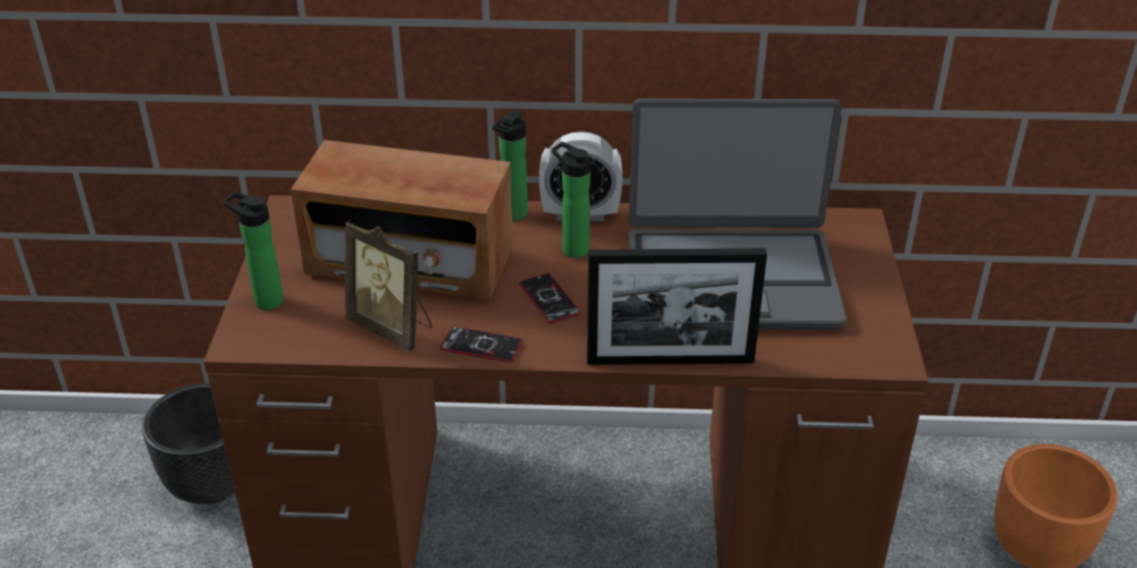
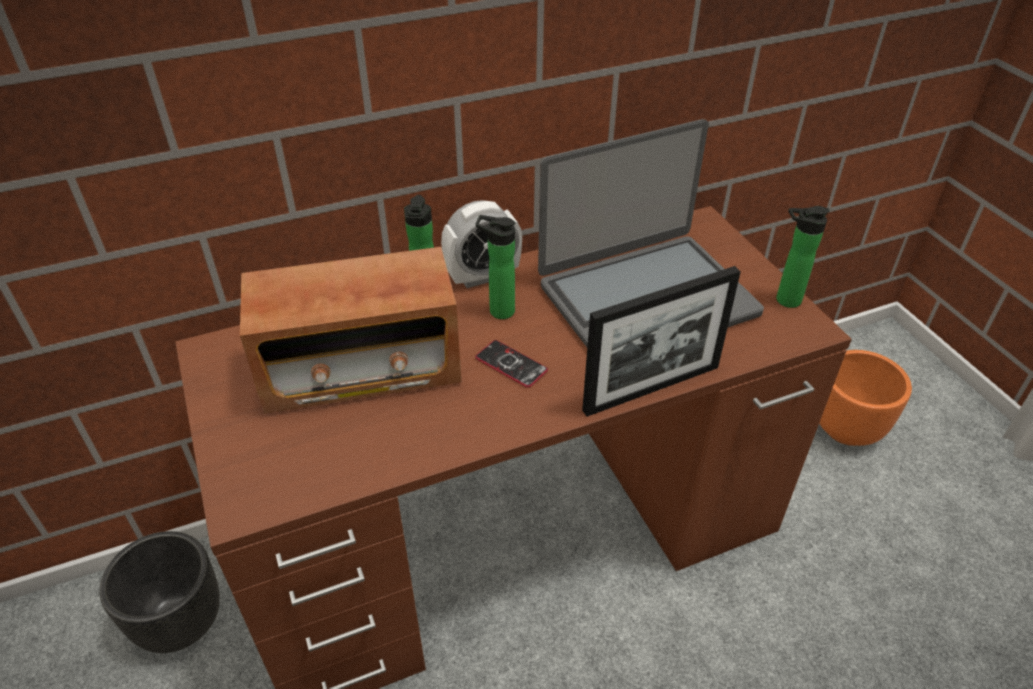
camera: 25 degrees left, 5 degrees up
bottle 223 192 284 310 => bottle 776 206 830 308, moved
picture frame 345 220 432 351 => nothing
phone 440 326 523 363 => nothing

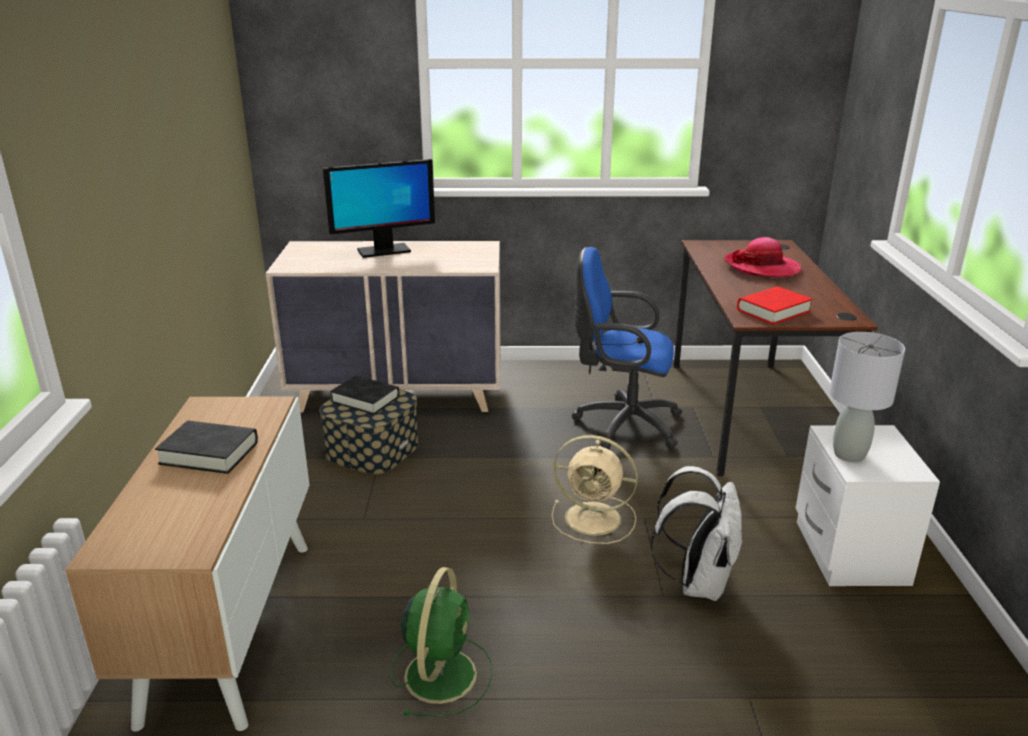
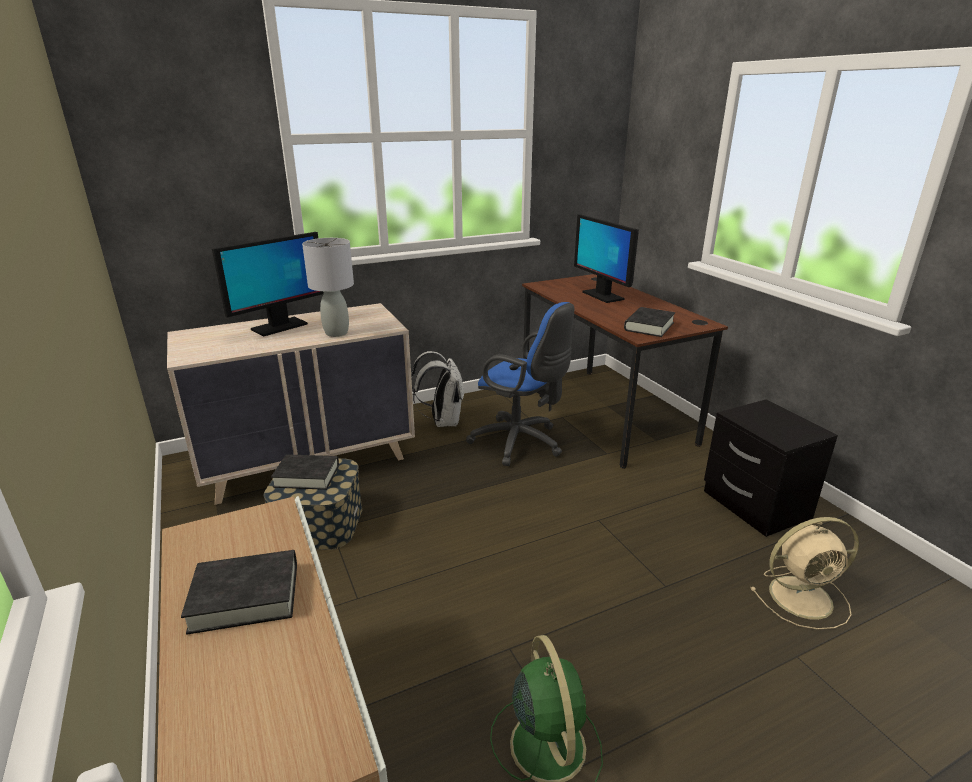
camera: 25 degrees left, 0 degrees up
grey table lamp 830 332 905 462 => grey table lamp 302 238 354 337, moved
white backpack 651 466 743 601 => white backpack 411 351 464 427, moved
blue office chair 572 247 682 449 => blue office chair 466 302 574 466, 135 degrees counterclockwise
hat 723 237 801 277 => monitor 574 214 639 303
red book 737 286 813 325 => black book 624 307 675 337
white nightstand 796 425 940 586 => black nightstand 704 399 838 537
beige fan 552 435 638 544 => beige fan 750 517 859 630, moved

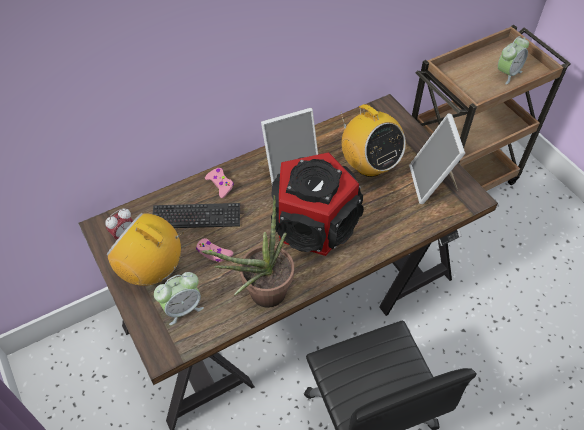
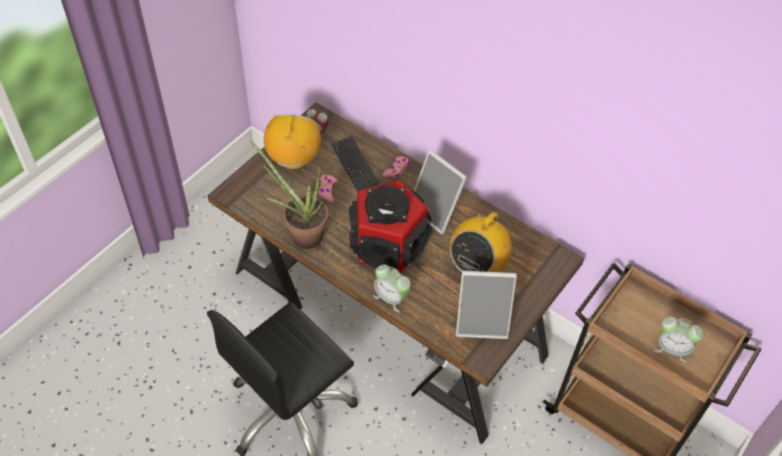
camera: 65 degrees right, 0 degrees up
alarm clock 154 272 204 325 => alarm clock 373 264 411 313, moved
picture frame 409 114 466 204 => picture frame 456 271 517 339, 150 degrees counterclockwise

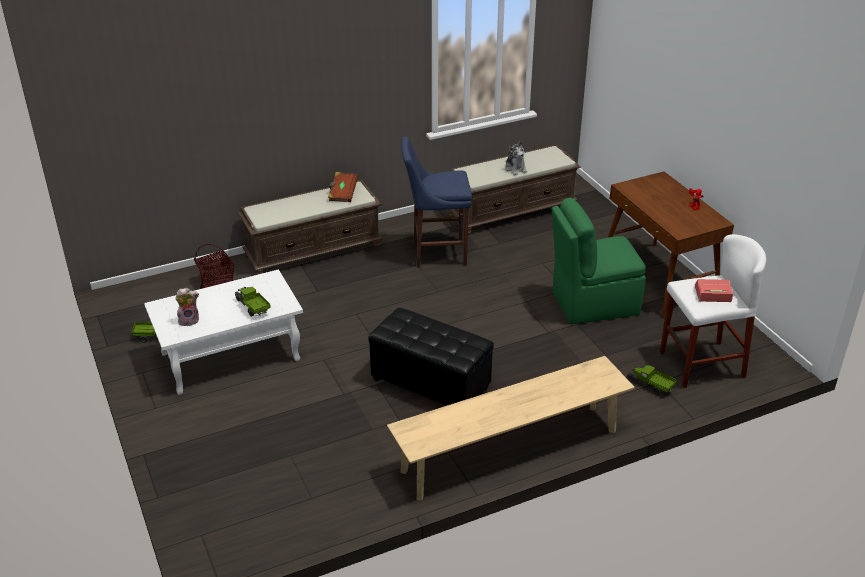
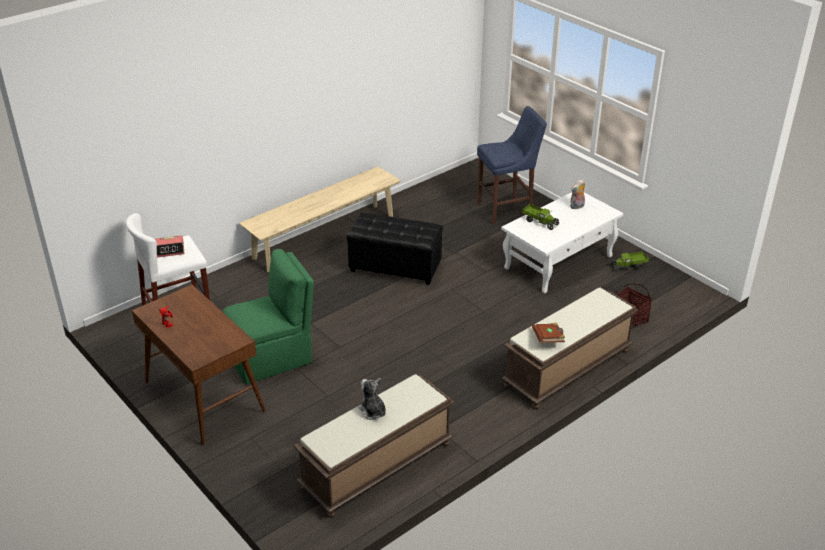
camera: 165 degrees right, 0 degrees up
blue stool 401 137 472 268 => blue stool 477 106 547 225, moved
toy truck 627 365 677 395 => nothing

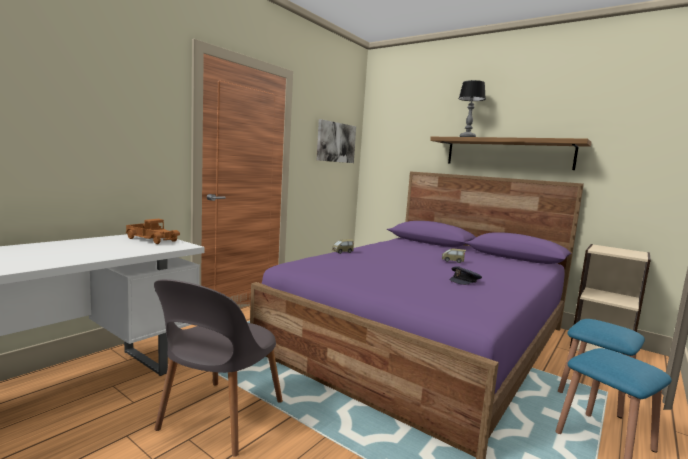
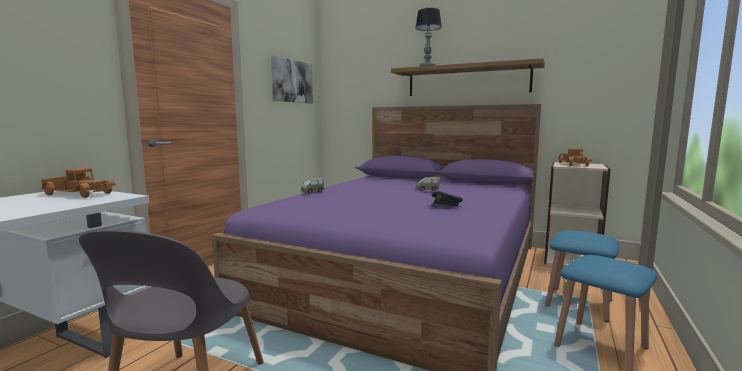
camera: 10 degrees left, 0 degrees up
nothing => toy truck 558 148 592 167

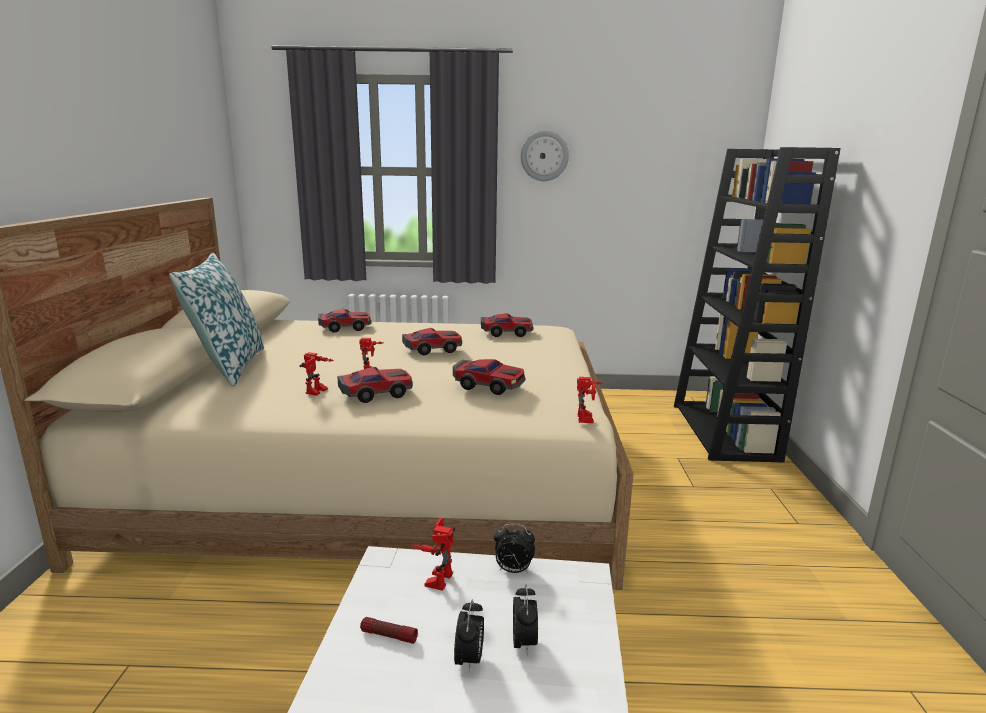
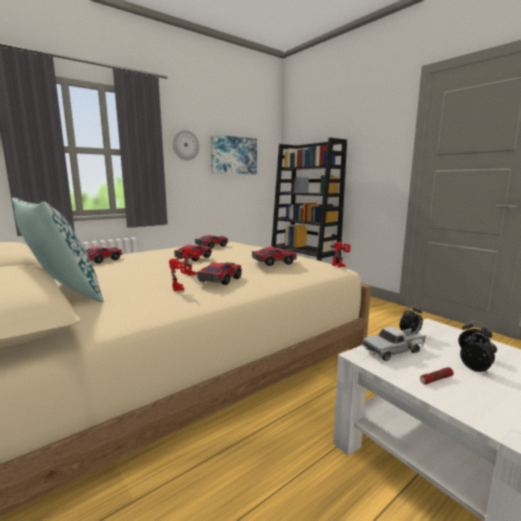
camera: 40 degrees left, 5 degrees down
nothing => picture 210 134 257 174
toy robot 410 517 455 591 => toy truck 363 327 425 361

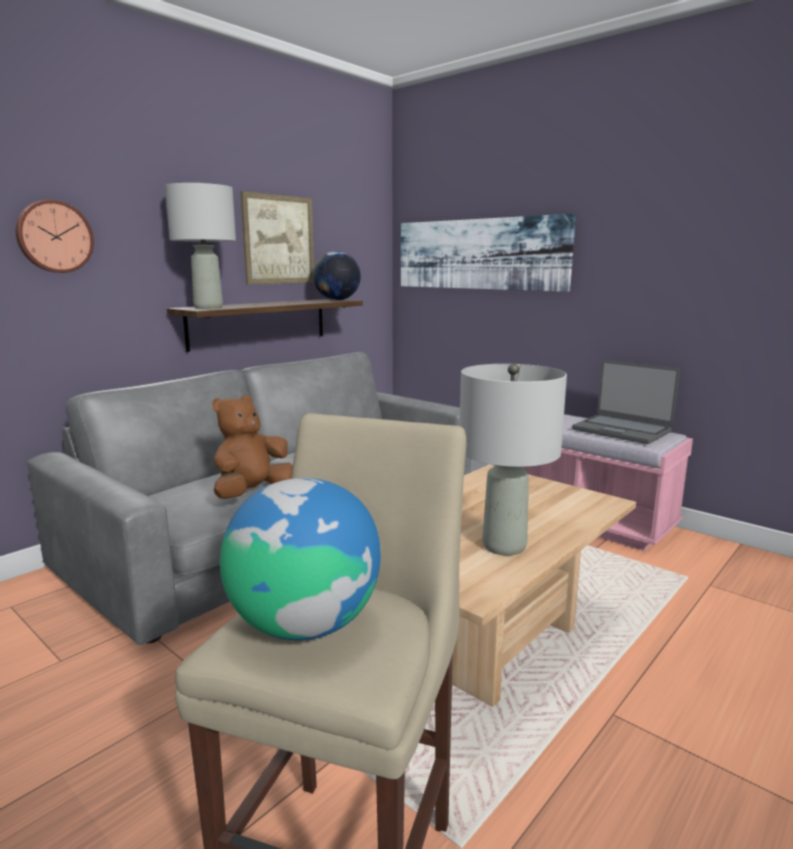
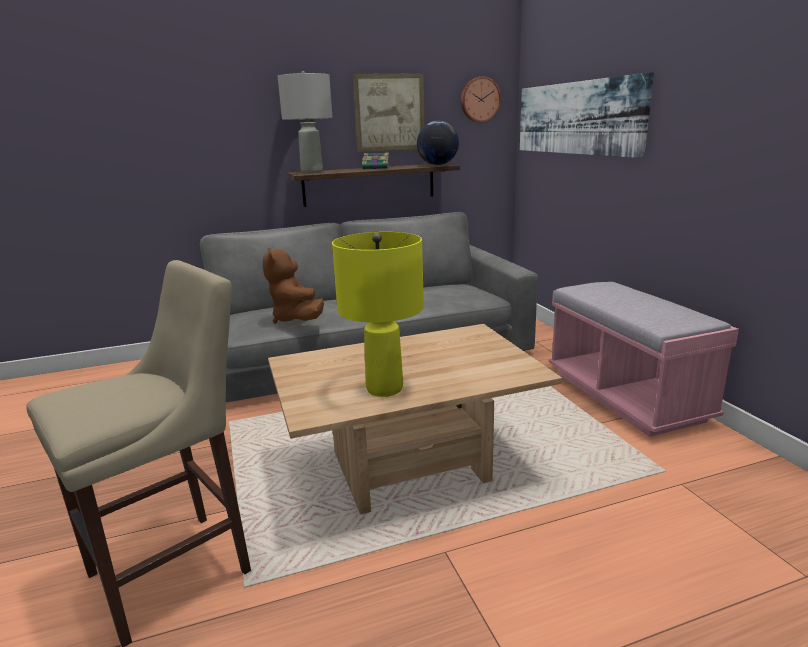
camera: 30 degrees right, 5 degrees up
brown plush toy 212 395 293 499 => brown plush toy 263 248 324 324, 90 degrees counterclockwise
grey table lamp 460 364 567 556 => yellow table lamp 332 232 424 397
nothing => book 362 153 393 169
wall clock 15 200 94 273 => wall clock 461 76 501 122, moved
globe 220 478 381 640 => nothing
laptop 572 360 680 444 => nothing

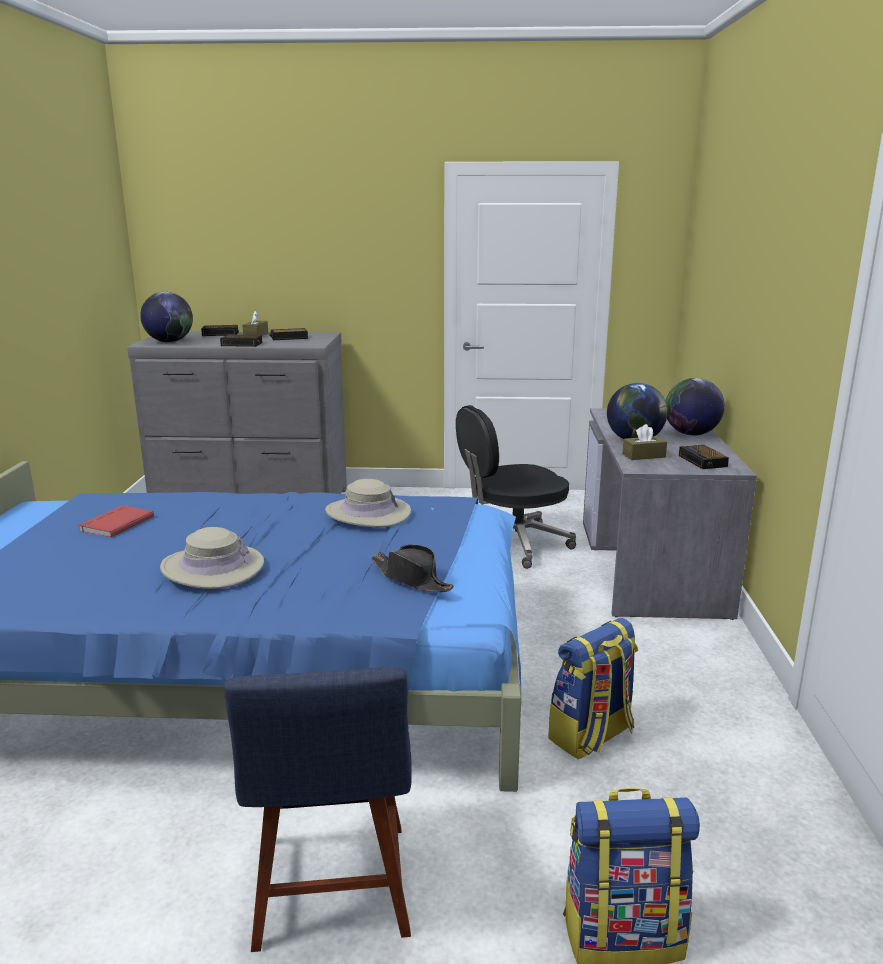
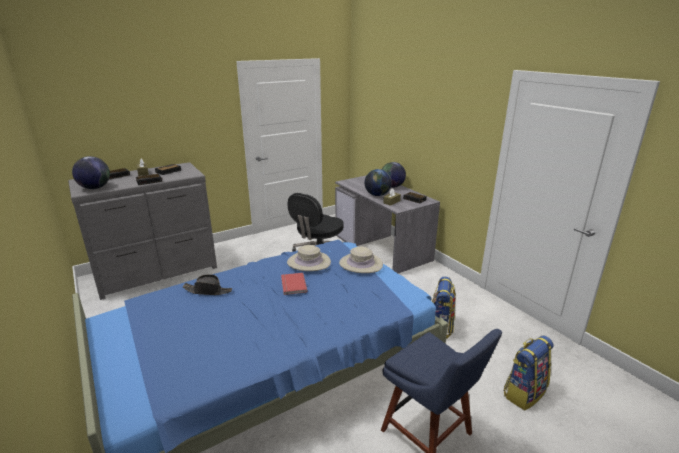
camera: 35 degrees left, 5 degrees up
black hat 371 544 454 592 => black hat 183 274 232 295, moved
red book 78 505 154 538 => red book 281 273 308 295, moved
beige hat 160 527 264 589 => beige hat 339 246 383 273, moved

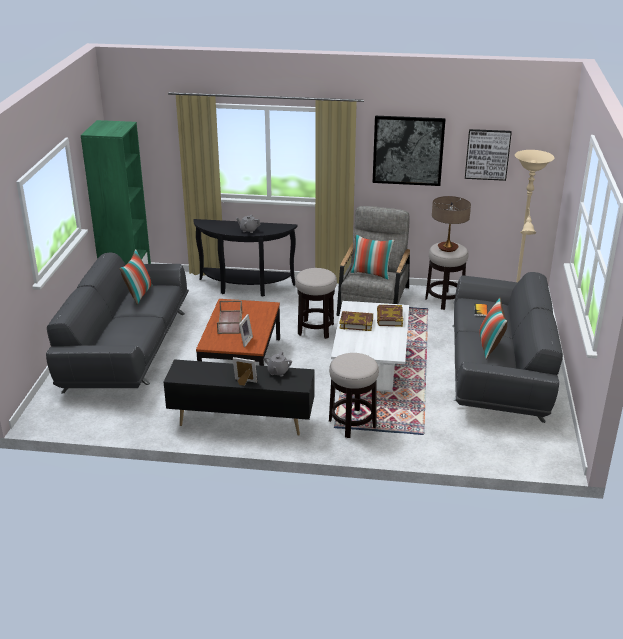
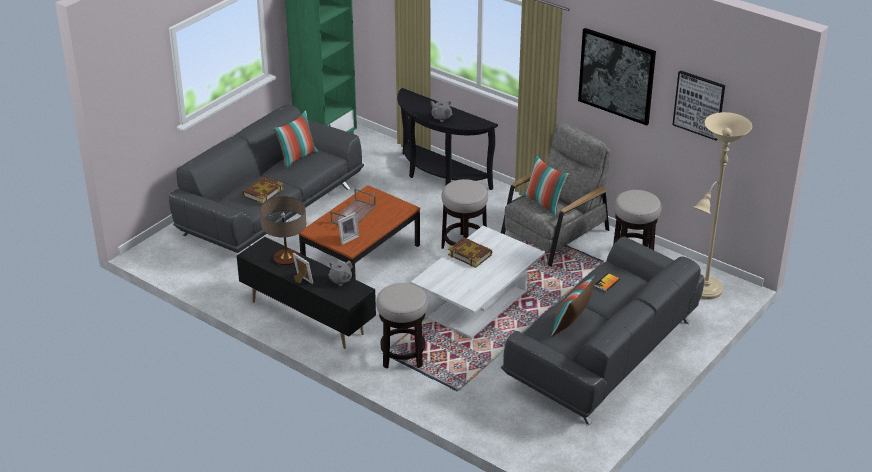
camera: 30 degrees right, 5 degrees up
book 377 305 403 327 => book 242 176 284 204, moved
table lamp 432 196 471 252 => table lamp 260 196 306 265, moved

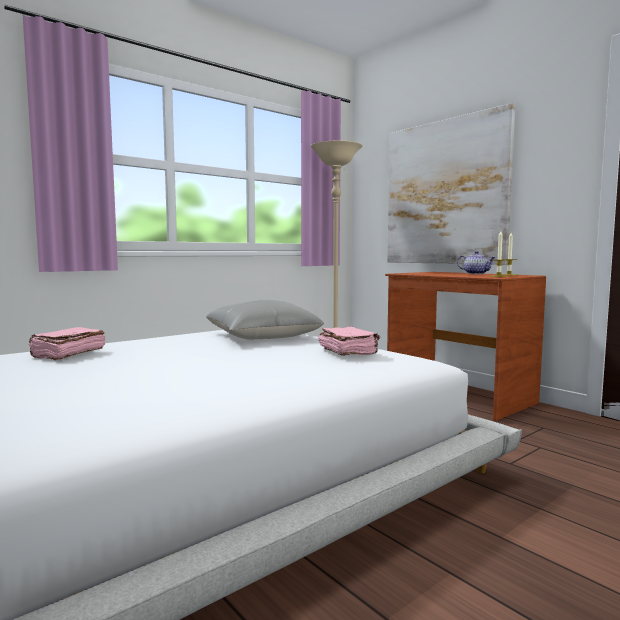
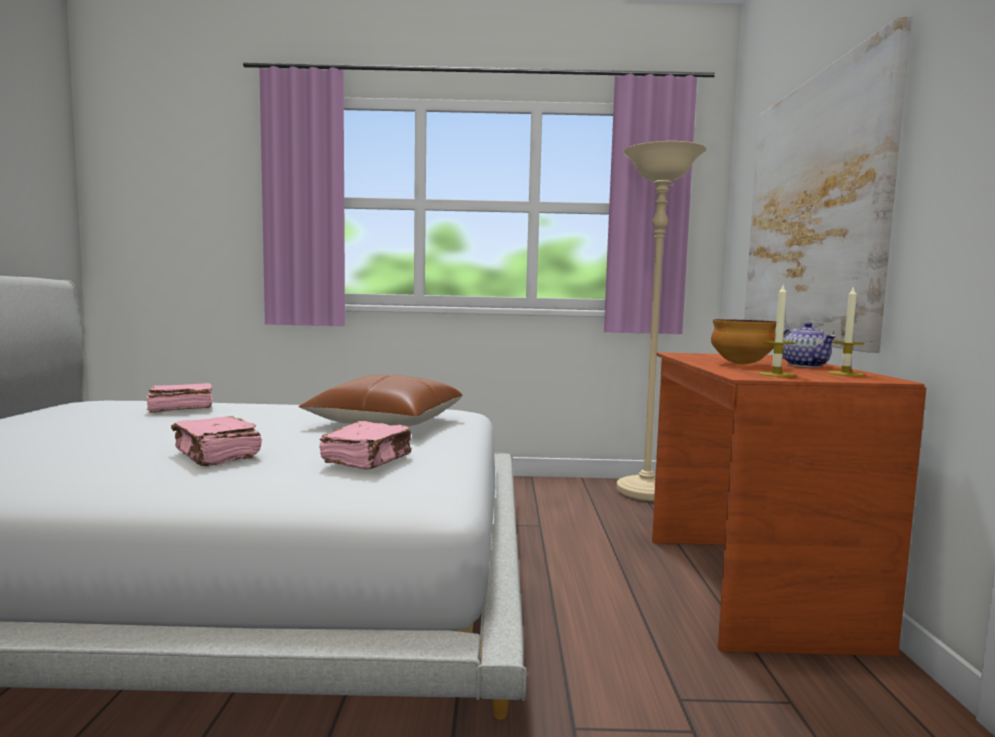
camera: 40 degrees right, 0 degrees up
nothing => pink book 171 416 262 466
grey pillow 206 300 324 340 => brown pillow 298 375 463 427
nothing => bowl 711 319 776 365

